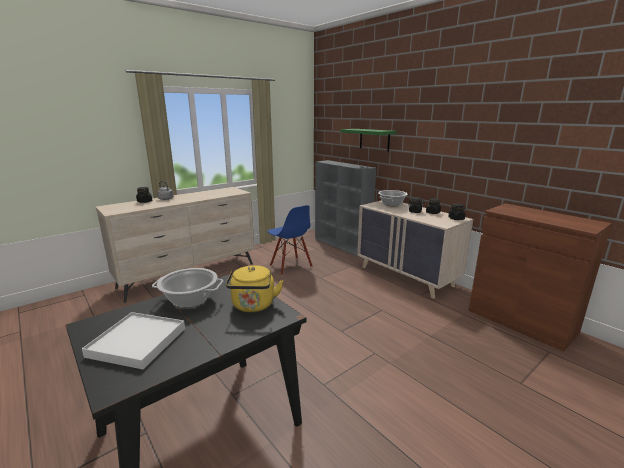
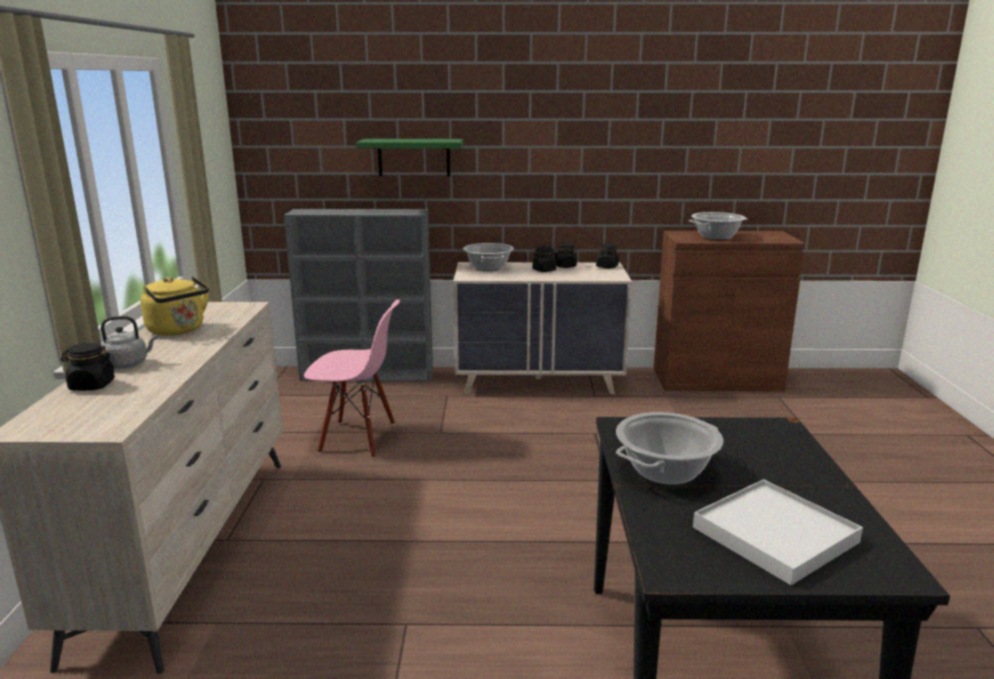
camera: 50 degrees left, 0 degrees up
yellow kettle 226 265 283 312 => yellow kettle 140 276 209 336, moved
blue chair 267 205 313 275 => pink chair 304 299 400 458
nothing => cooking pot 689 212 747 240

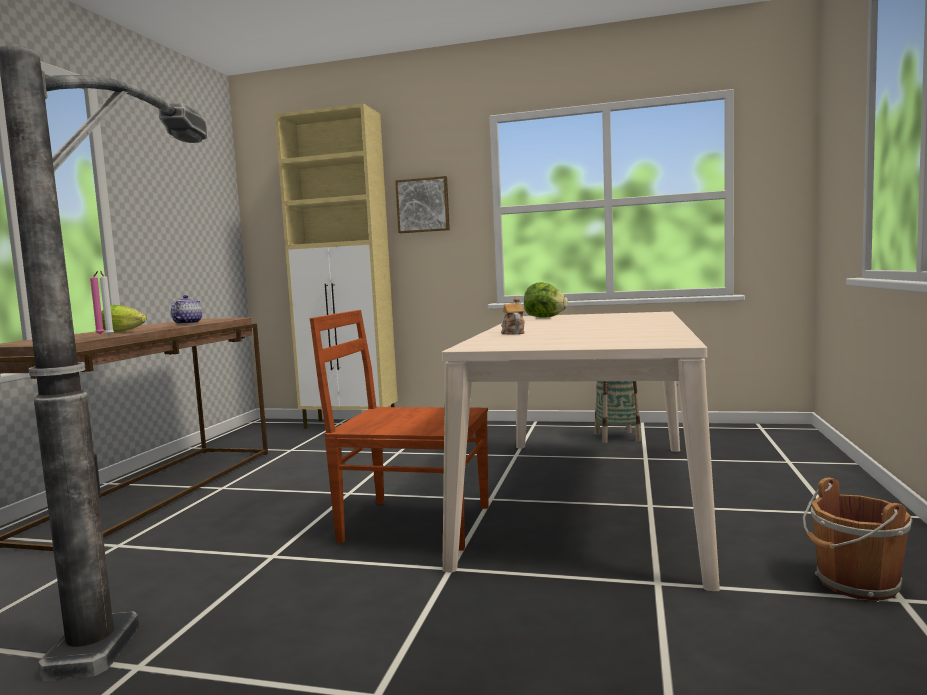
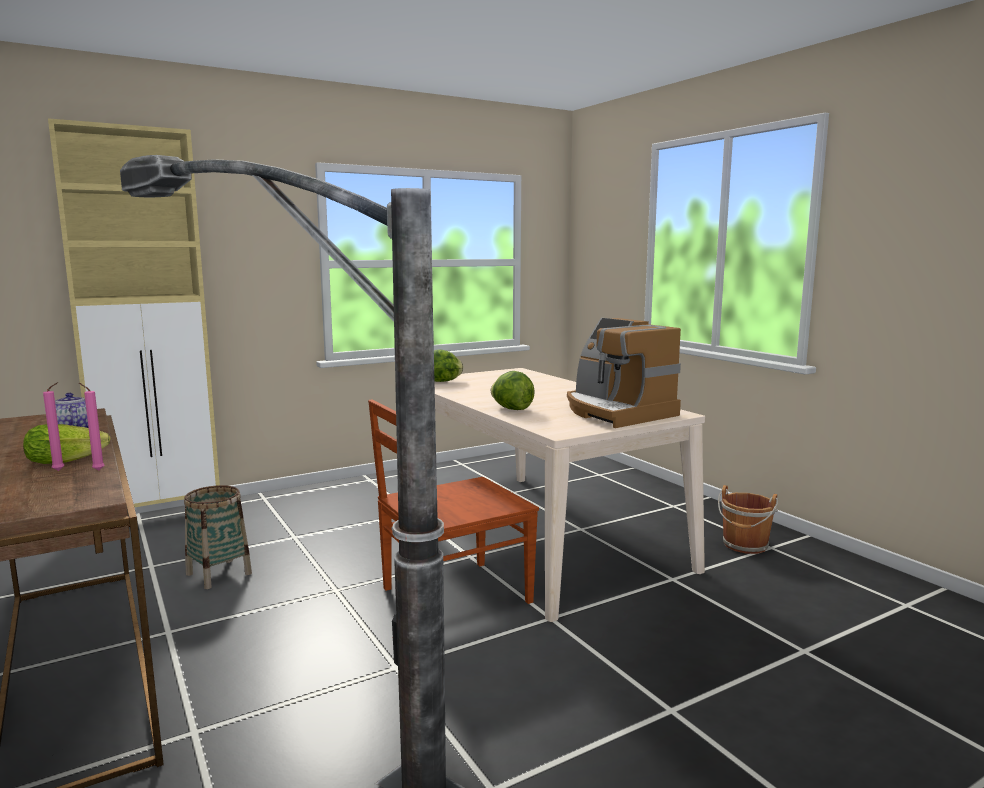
camera: 45 degrees left, 5 degrees up
white candle 100 271 114 335 => pink candle 79 383 104 470
basket 595 381 641 443 => basket 184 485 252 589, moved
teapot 501 297 525 334 => lettuce 491 371 535 410
nothing => coffee machine 567 318 681 428
picture 395 176 450 233 => nothing

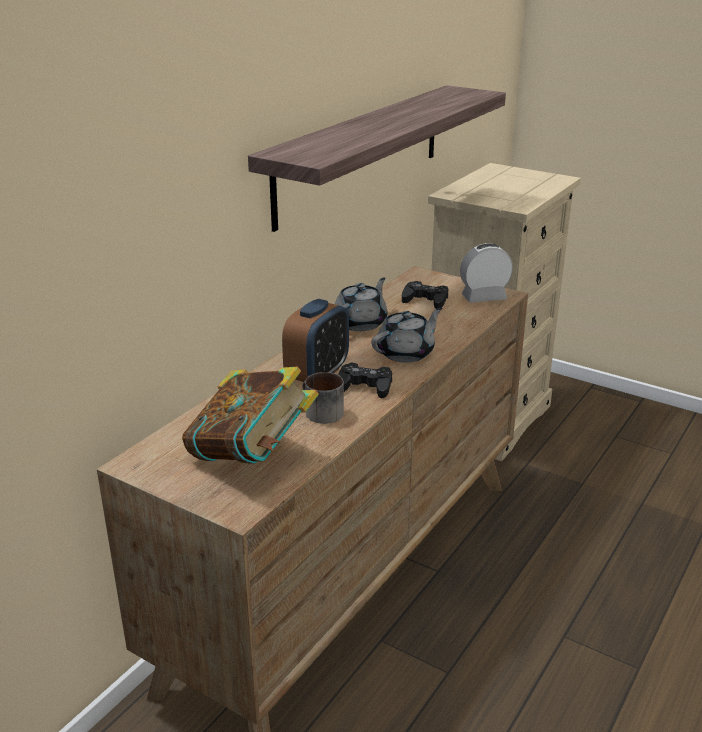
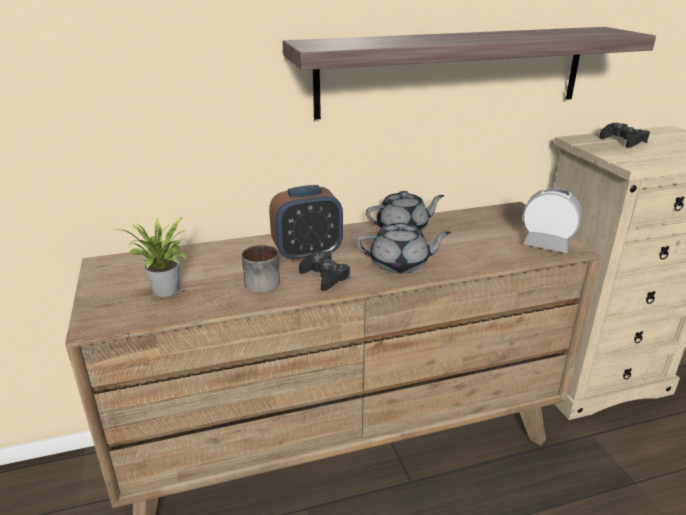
camera: 40 degrees right, 0 degrees up
book 182 367 319 464 => potted plant 111 217 187 297
black game controller 402 281 448 309 => black game controller 599 123 650 148, moved

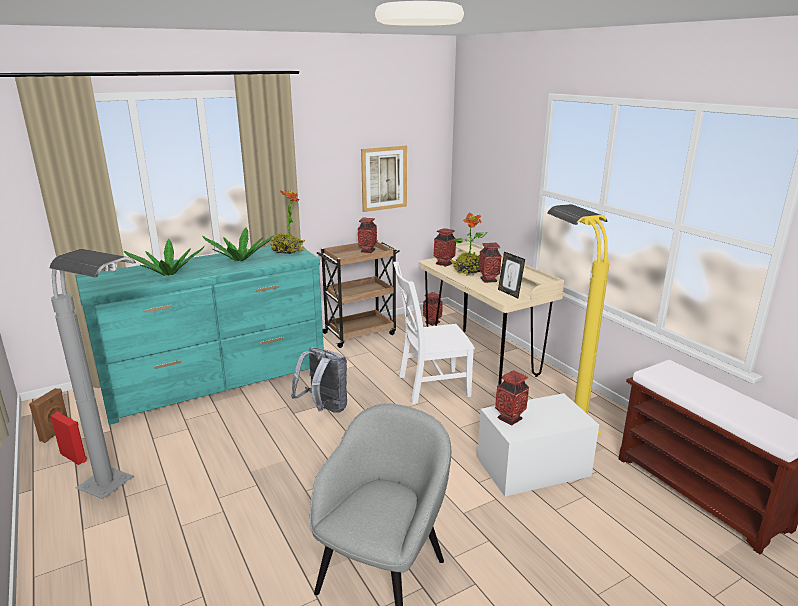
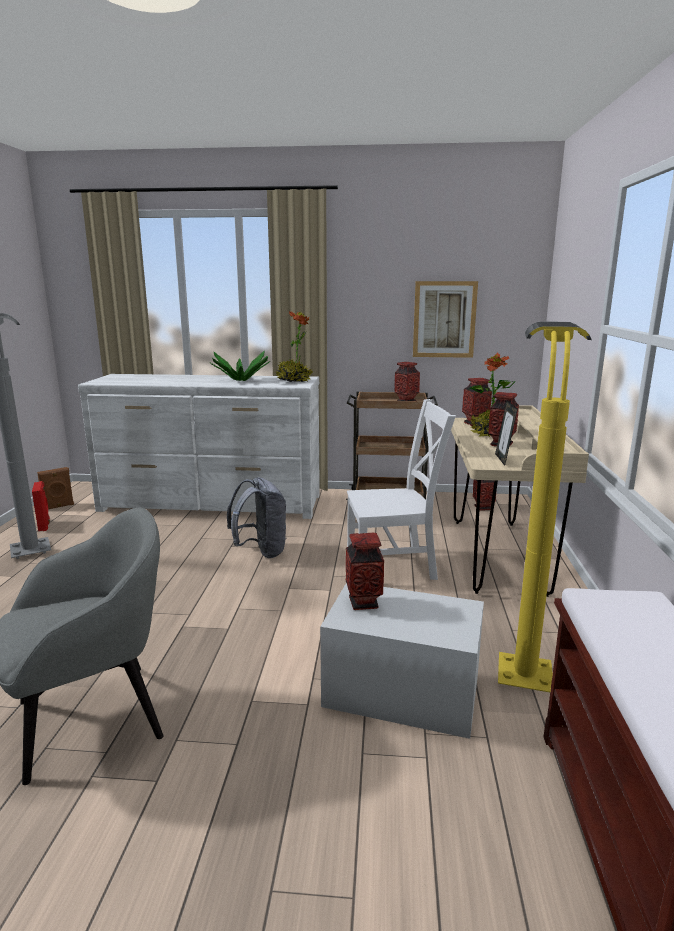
camera: 35 degrees right, 5 degrees down
turquoise dresser 76 246 324 425 => white dresser 78 374 320 519
white chair 393 262 475 404 => white chair 347 399 456 580, 150 degrees clockwise
potted plant 123 238 205 276 => nothing

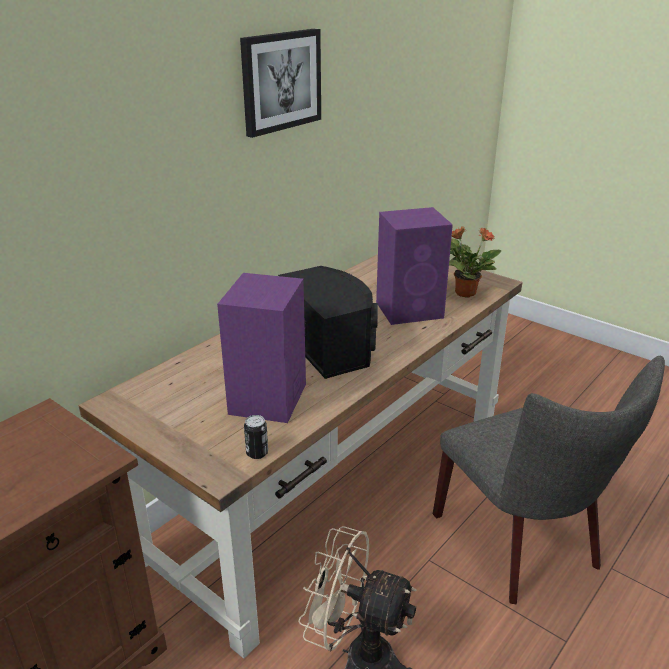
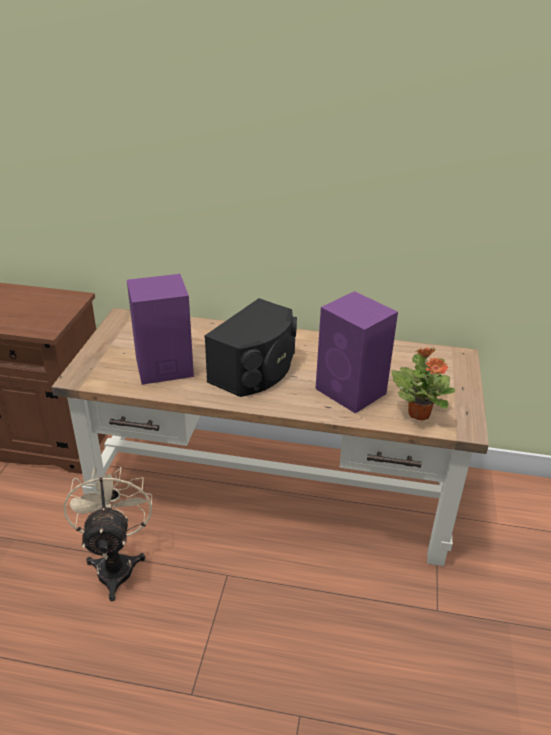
camera: 60 degrees right, 5 degrees up
picture 240 29 321 138 => nothing
can 244 415 268 459 => nothing
grey chair 433 356 665 604 => nothing

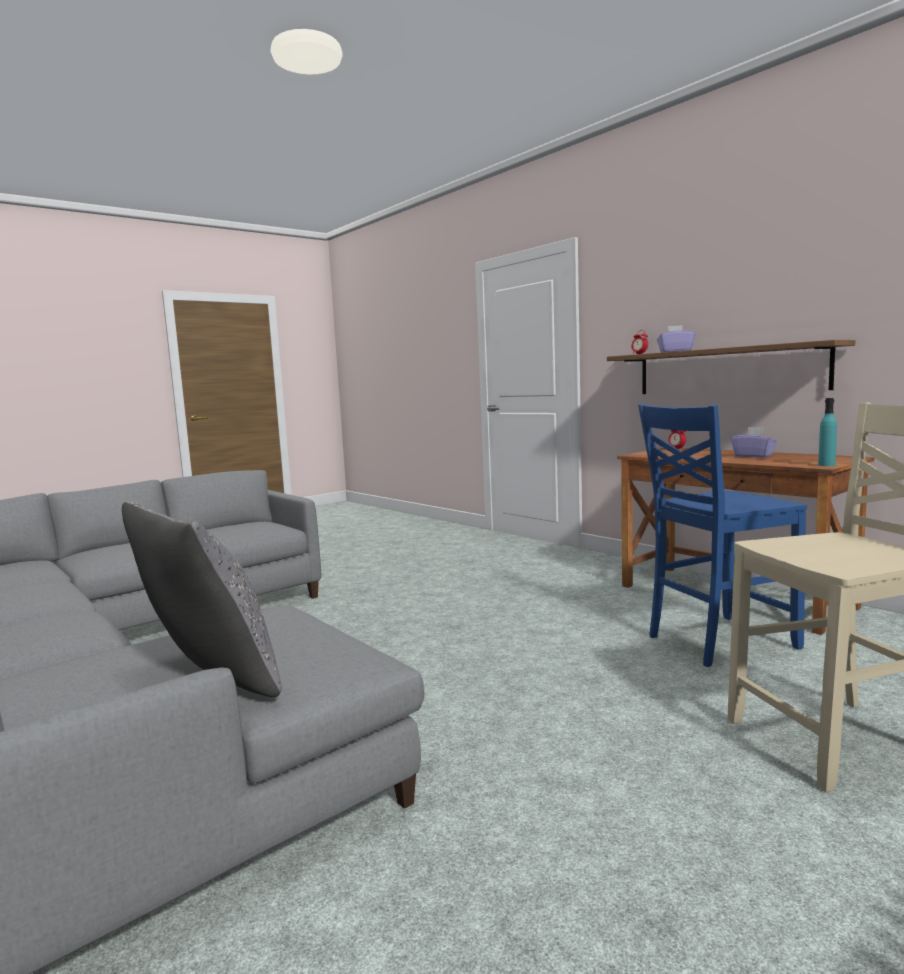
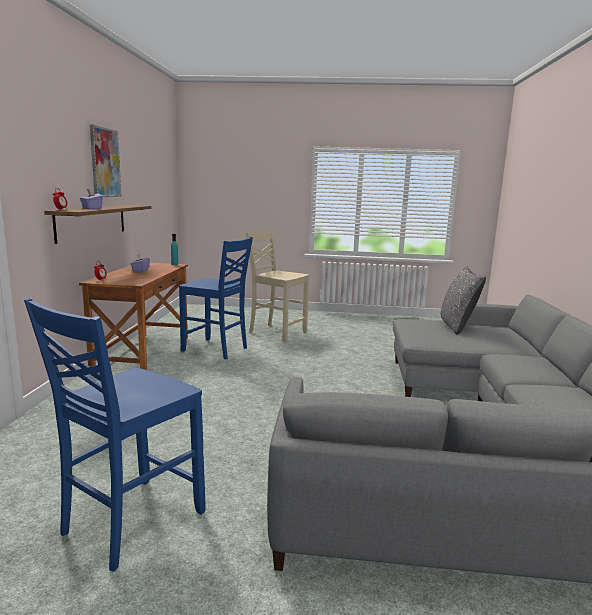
camera: 135 degrees left, 5 degrees up
nothing => blue chair 24 298 206 572
nothing => picture 90 125 122 197

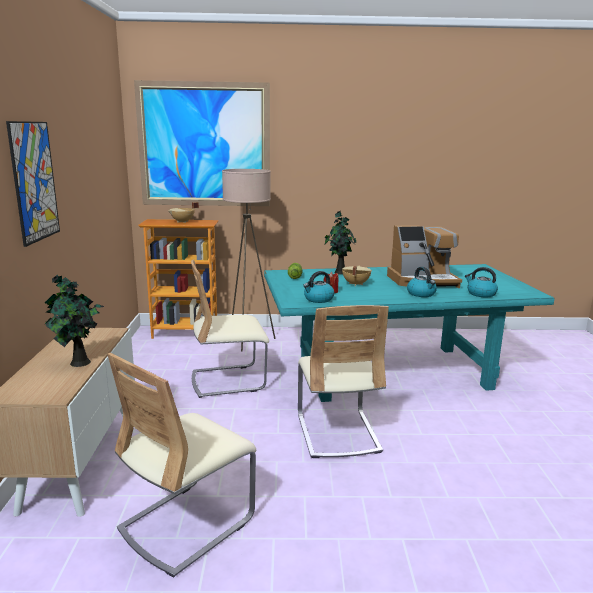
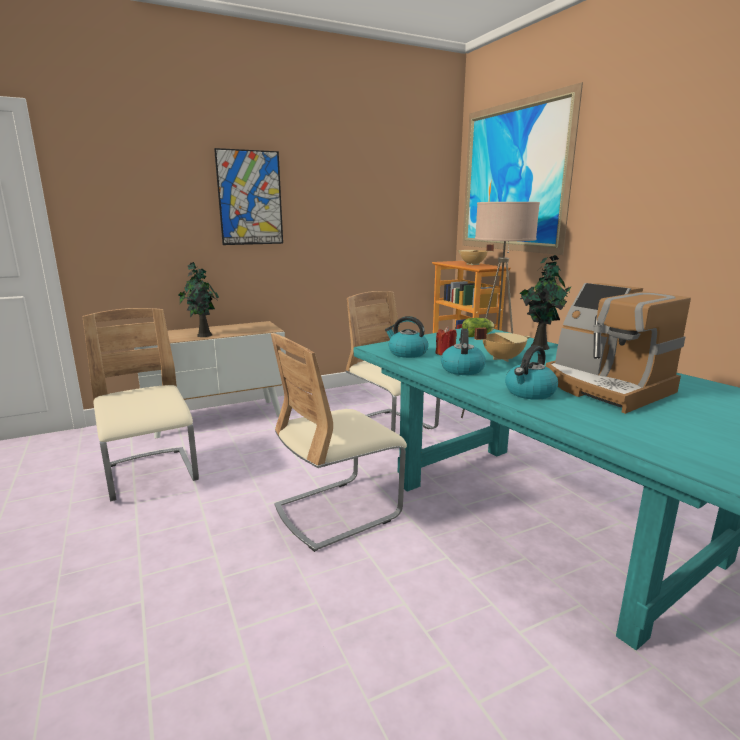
camera: 65 degrees right, 0 degrees up
beige chair 107 353 256 578 => beige chair 82 308 199 501, 45 degrees clockwise
kettle 465 267 498 298 => kettle 441 328 486 375, moved

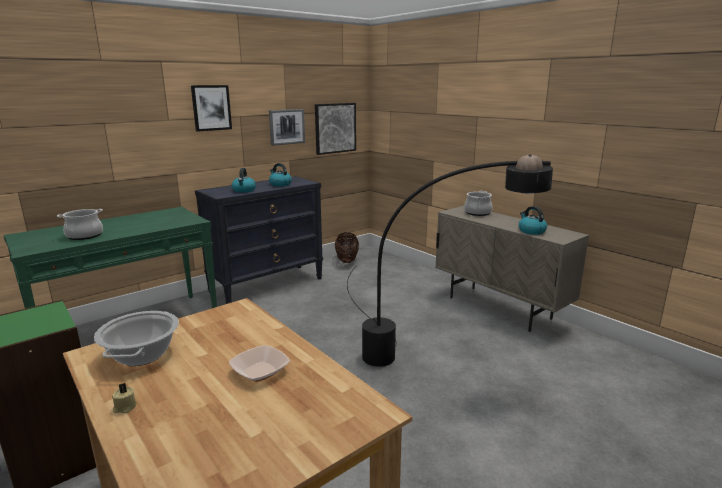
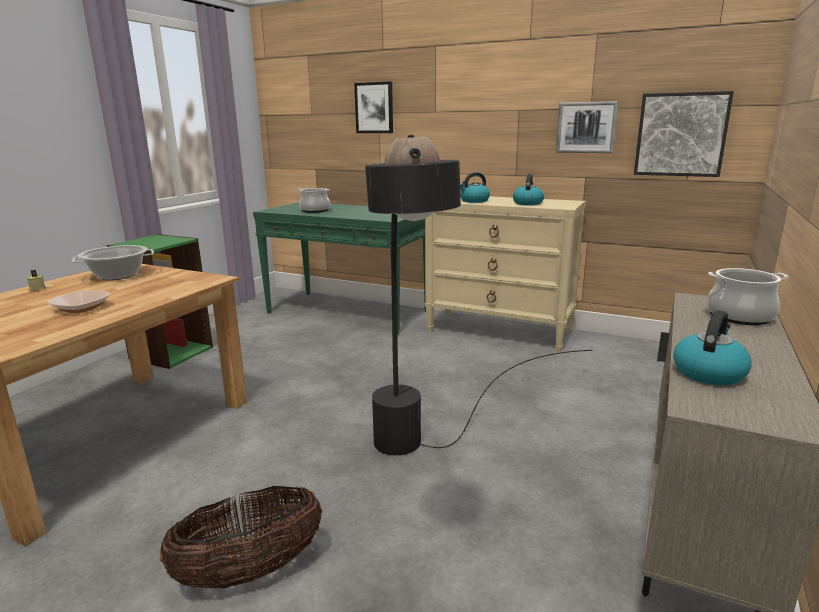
camera: 65 degrees right, 0 degrees up
basket 335 232 359 263 => basket 160 486 322 589, moved
picture 191 85 232 132 => picture 354 81 393 133, moved
black dresser 195 176 323 304 => beige dresser 425 196 586 352

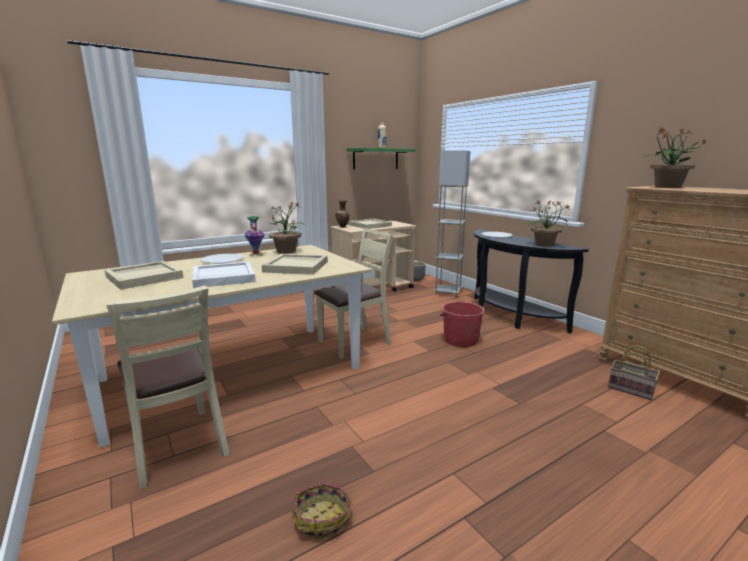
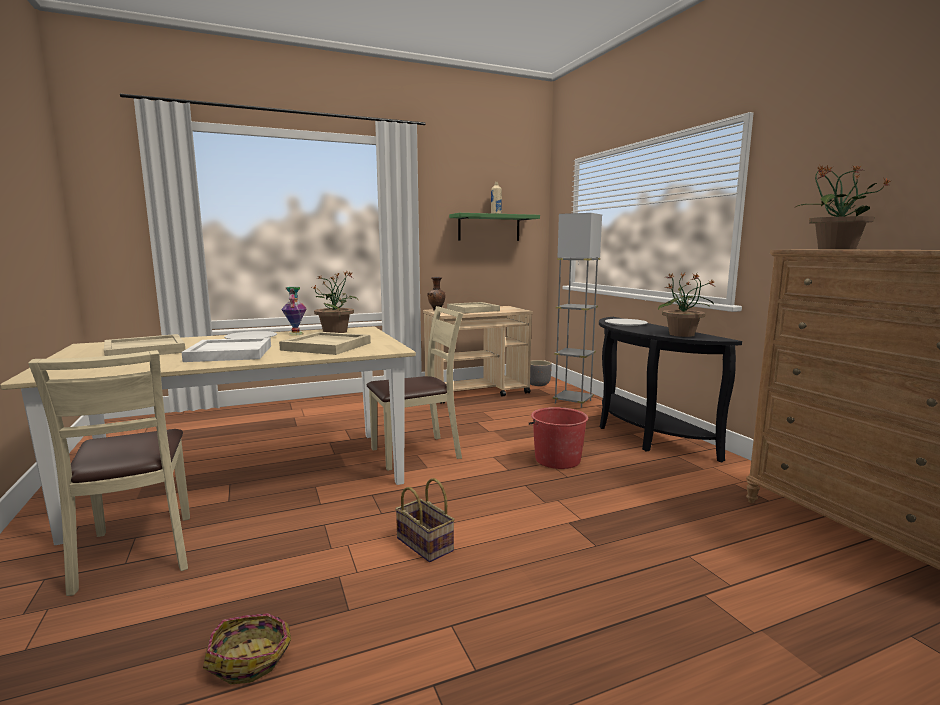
camera: 10 degrees right, 5 degrees down
basket 608 346 660 400 => basket 395 478 455 562, moved

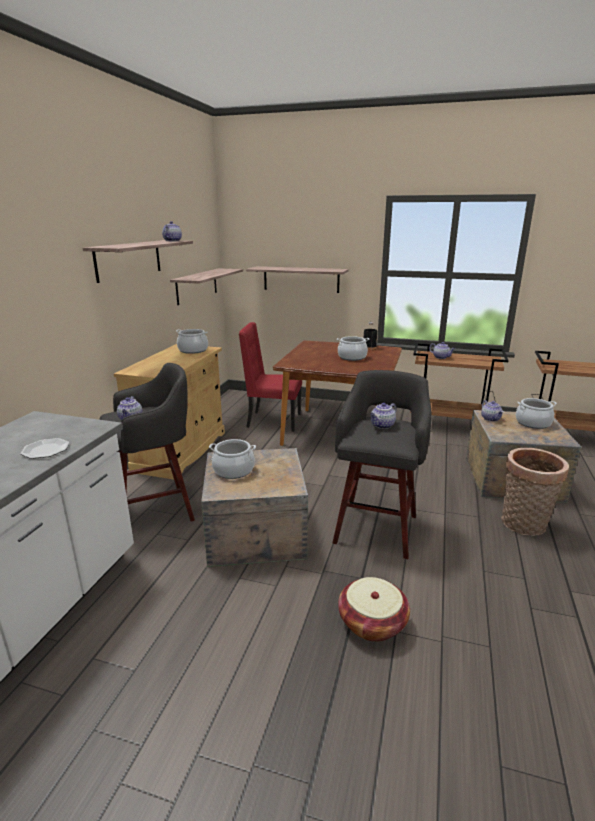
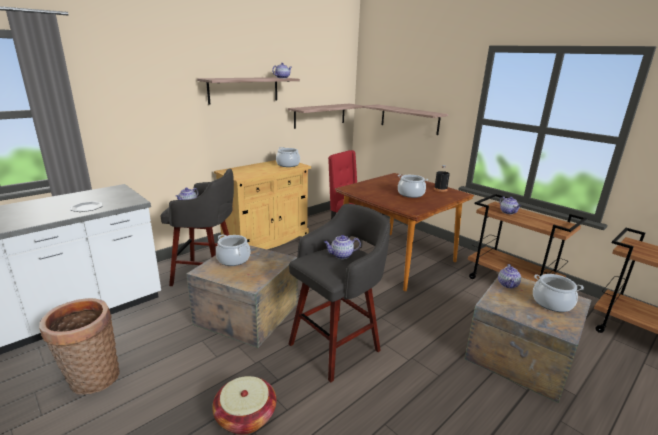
camera: 30 degrees right, 0 degrees up
basket 501 448 569 536 => basket 39 298 120 395, moved

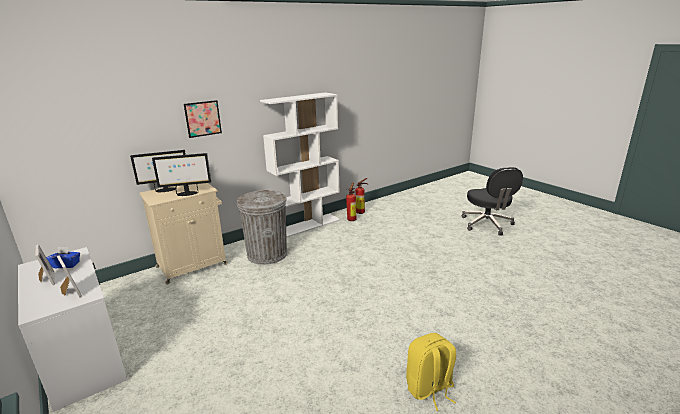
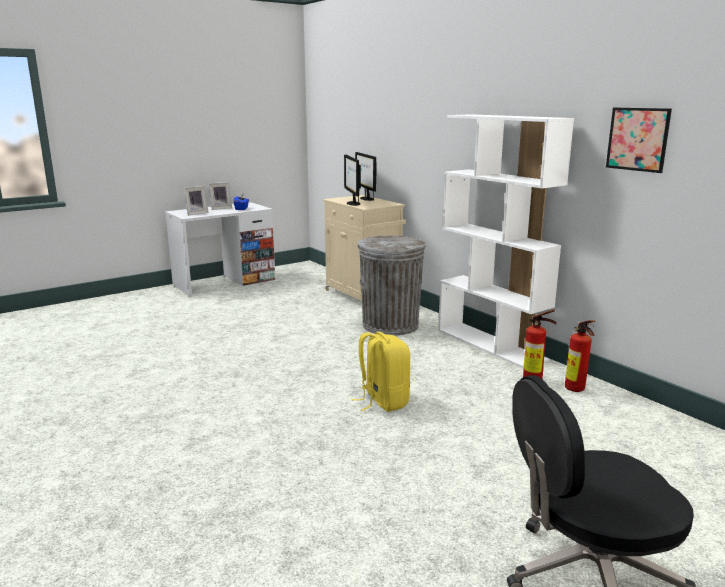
camera: 90 degrees right, 5 degrees down
yellow backpack 406 333 456 411 => yellow backpack 351 332 410 412, moved
picture 184 100 222 138 => picture 606 108 672 173, moved

